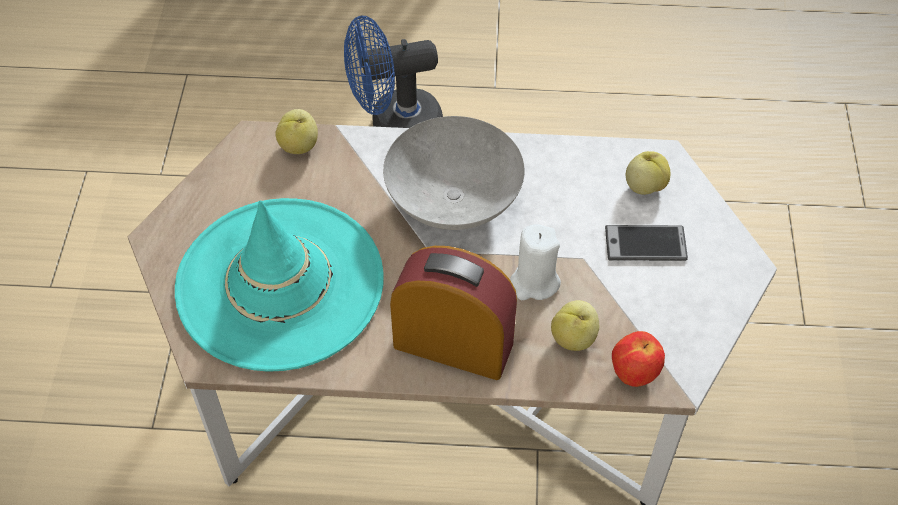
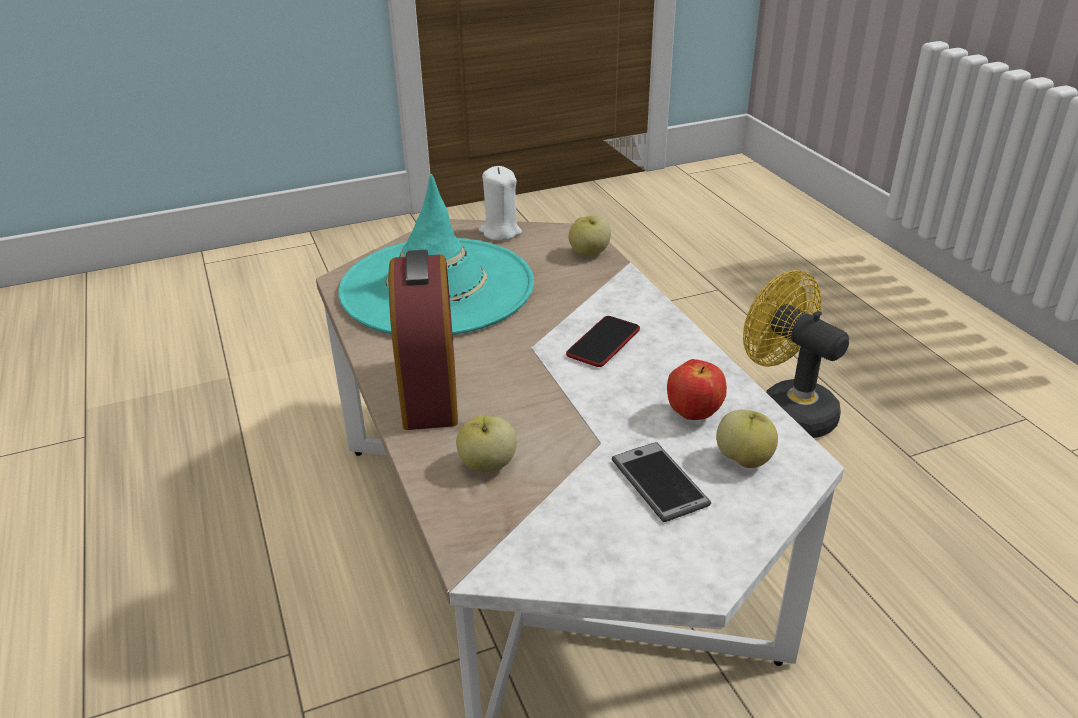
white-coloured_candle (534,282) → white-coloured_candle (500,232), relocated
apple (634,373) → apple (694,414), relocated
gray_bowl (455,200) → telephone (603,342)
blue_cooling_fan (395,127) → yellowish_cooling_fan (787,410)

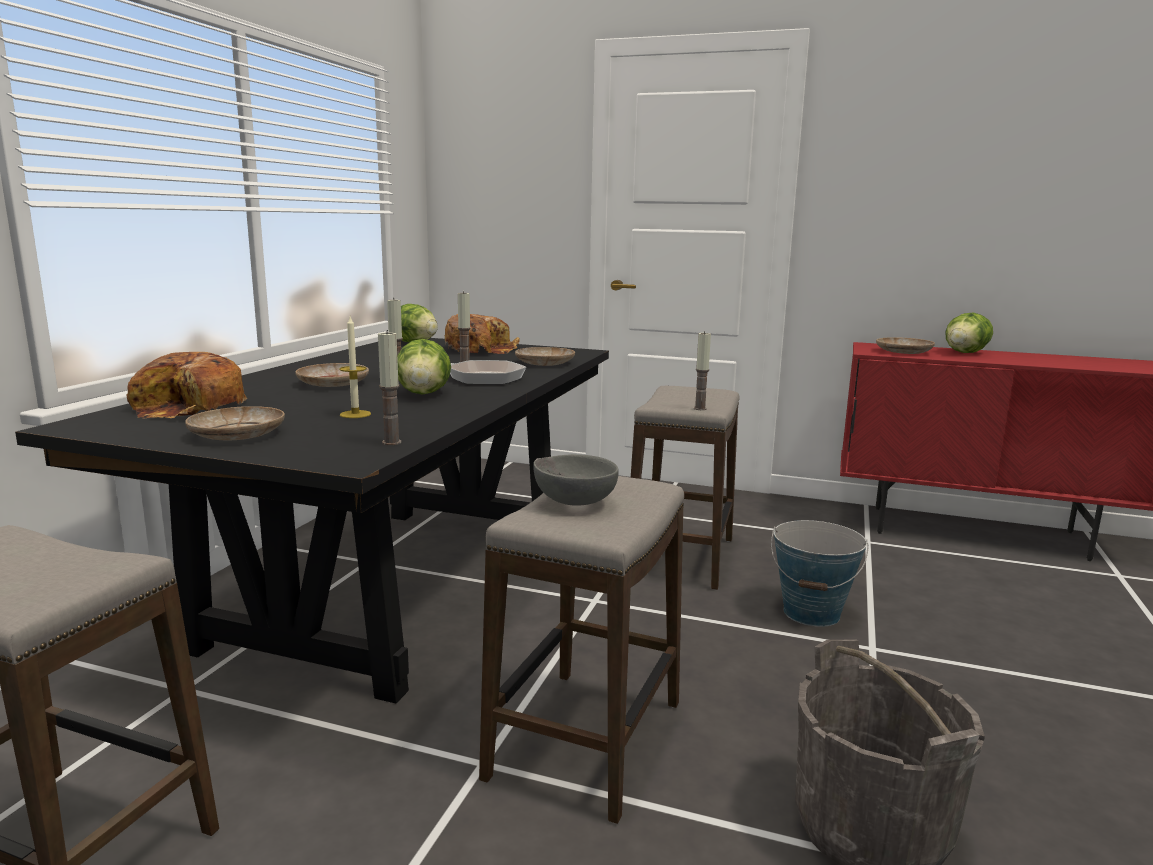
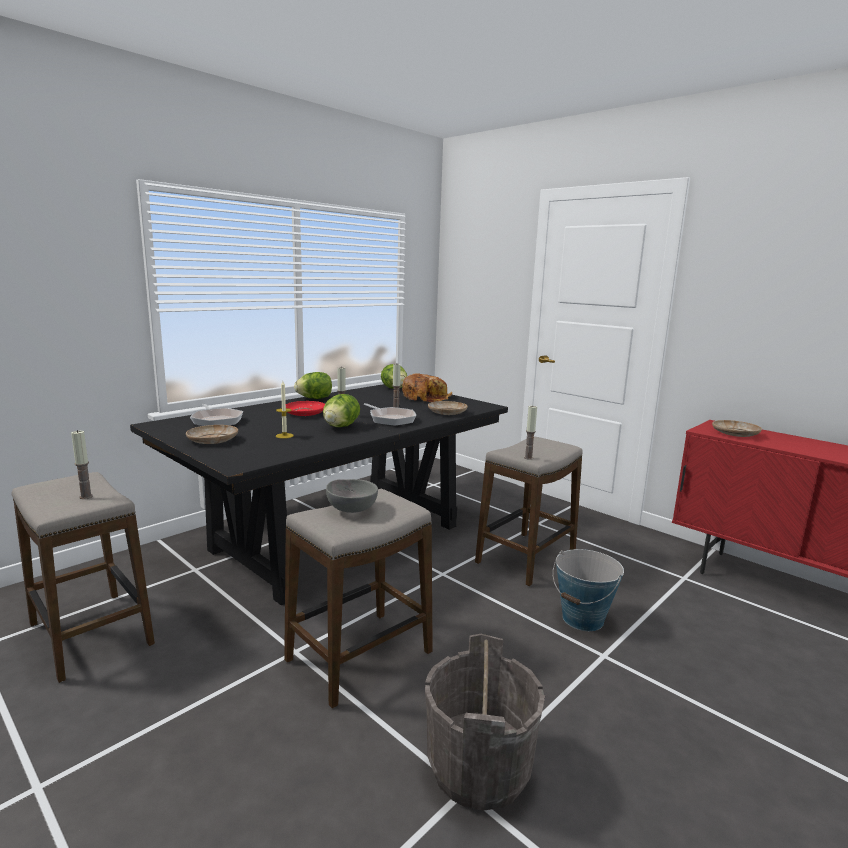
candle (391,442) → candle (86,496), relocated
lettuce_head (965,353) → lettuce_head (314,398), relocated
bakery_bread (191,408) → pan (216,420)
sand-coloured_dinner_plate (333,383) → reddish_dinner_plate (305,413)

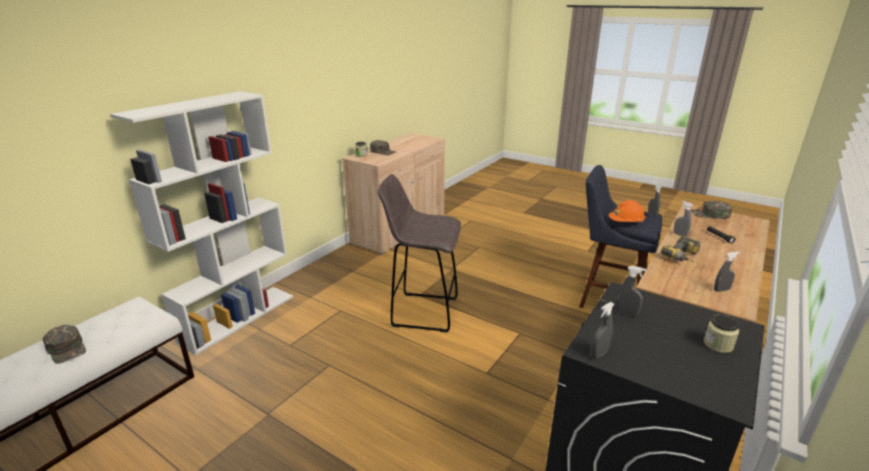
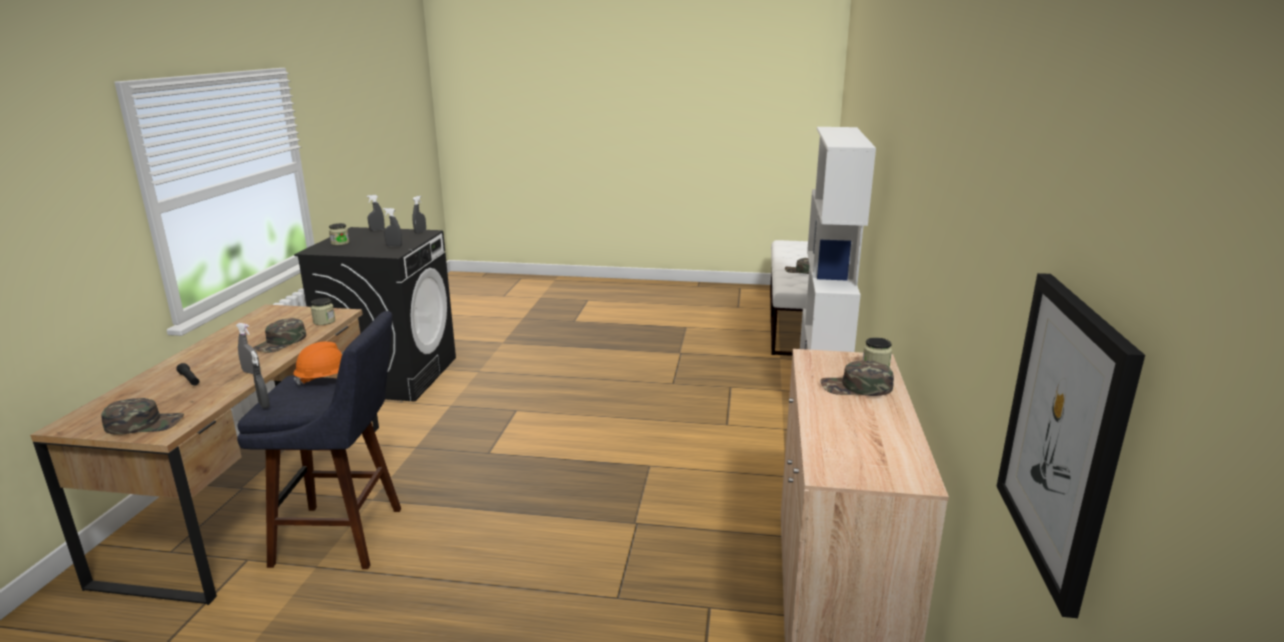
gray_sitting_stool (422,311) → -
- → storage_jar (324,321)
- → wall_picture (1063,434)
gray_spray_bottle (721,290) → gray_spray_bottle (377,230), relocated
electric_drill (683,257) → greenish_baseball_cap (280,343)

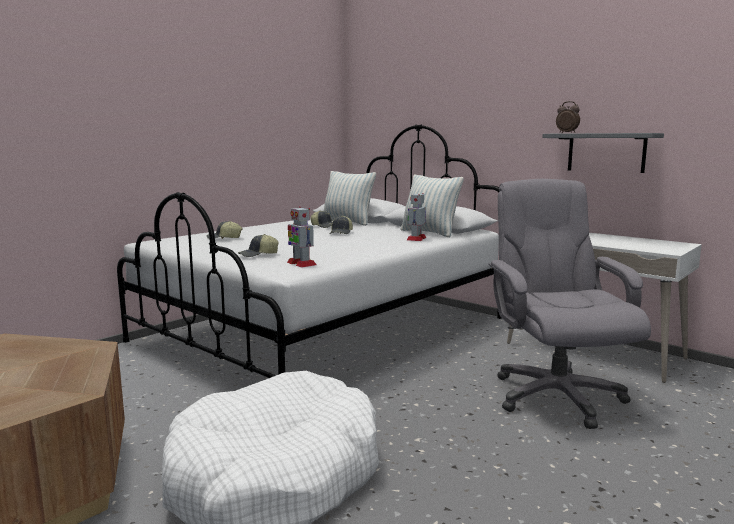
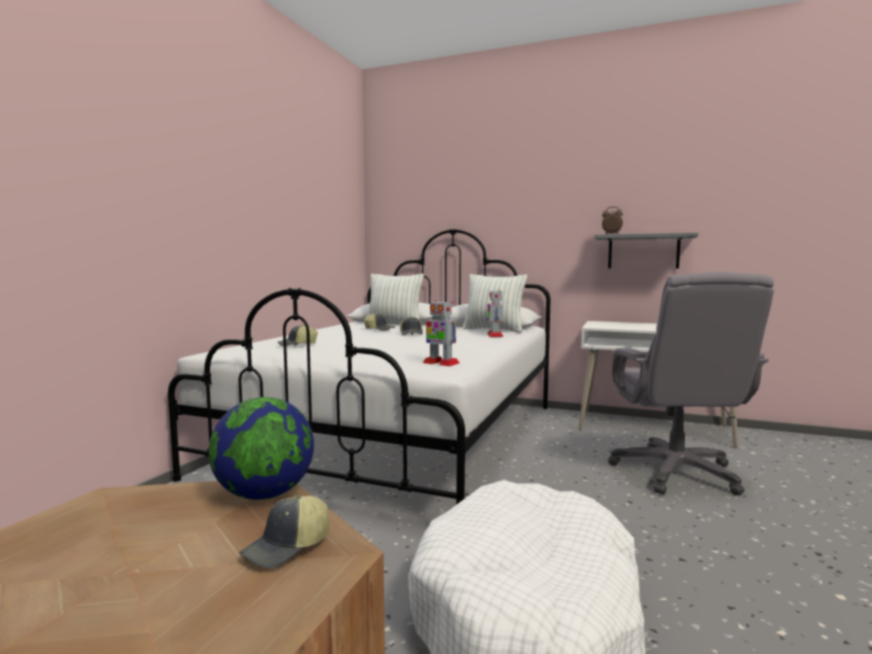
- → desk_globe (264,494)
baseball_cap (258,255) → baseball_cap (287,548), relocated
gray_office_chair (556,396) → gray_office_chair (676,472), 150 degrees counterclockwise

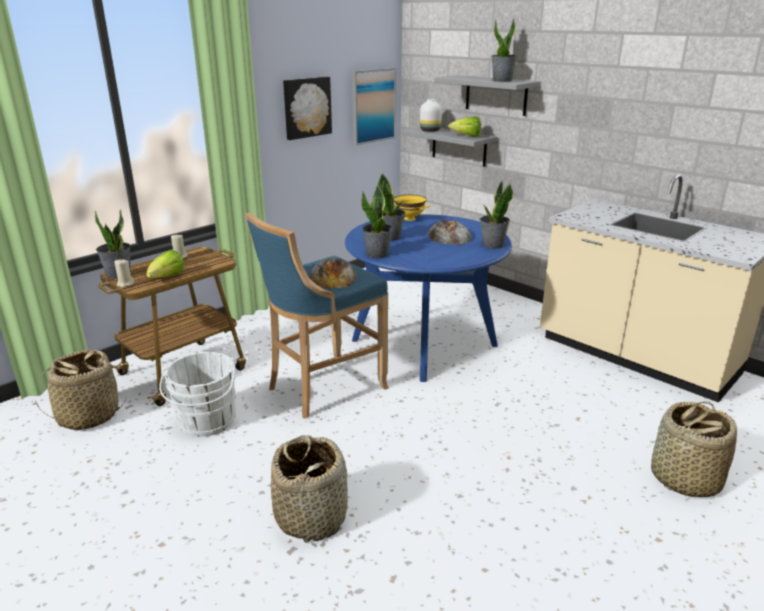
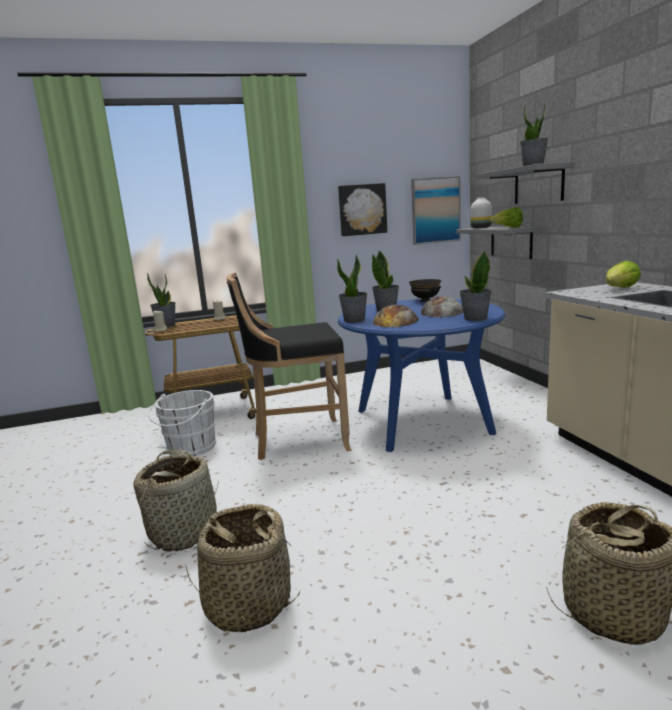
storage_basket (88,416) → storage_basket (248,604), relocated
lettuce_head (167,278) → lettuce_head (620,289), relocated
bakery_bread (333,277) → bakery_bread (395,321), relocated
blue_sitting_stool (322,388) → blackish_sitting_stool (297,441)
yellowish_bowl (409,219) → blackish_bowl (425,301)

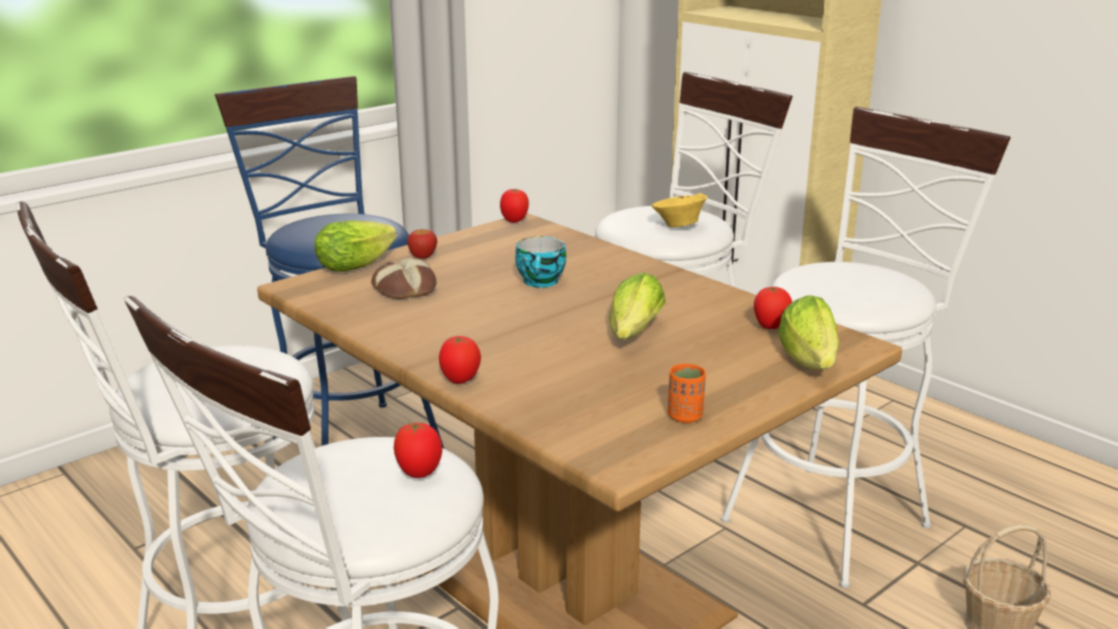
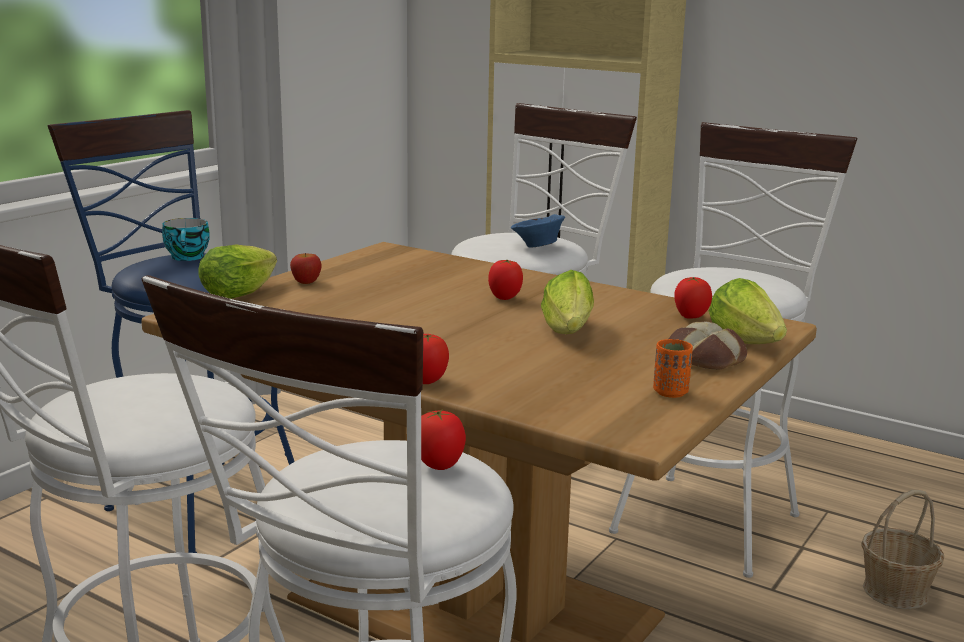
bakery_bread (404,289) → bakery_bread (703,358), relocated
tomato (514,221) → tomato (505,298), relocated
small_cup (542,282) → small_cup (188,257), relocated
yellowish_bowl (678,226) → blue_bowl (537,246)

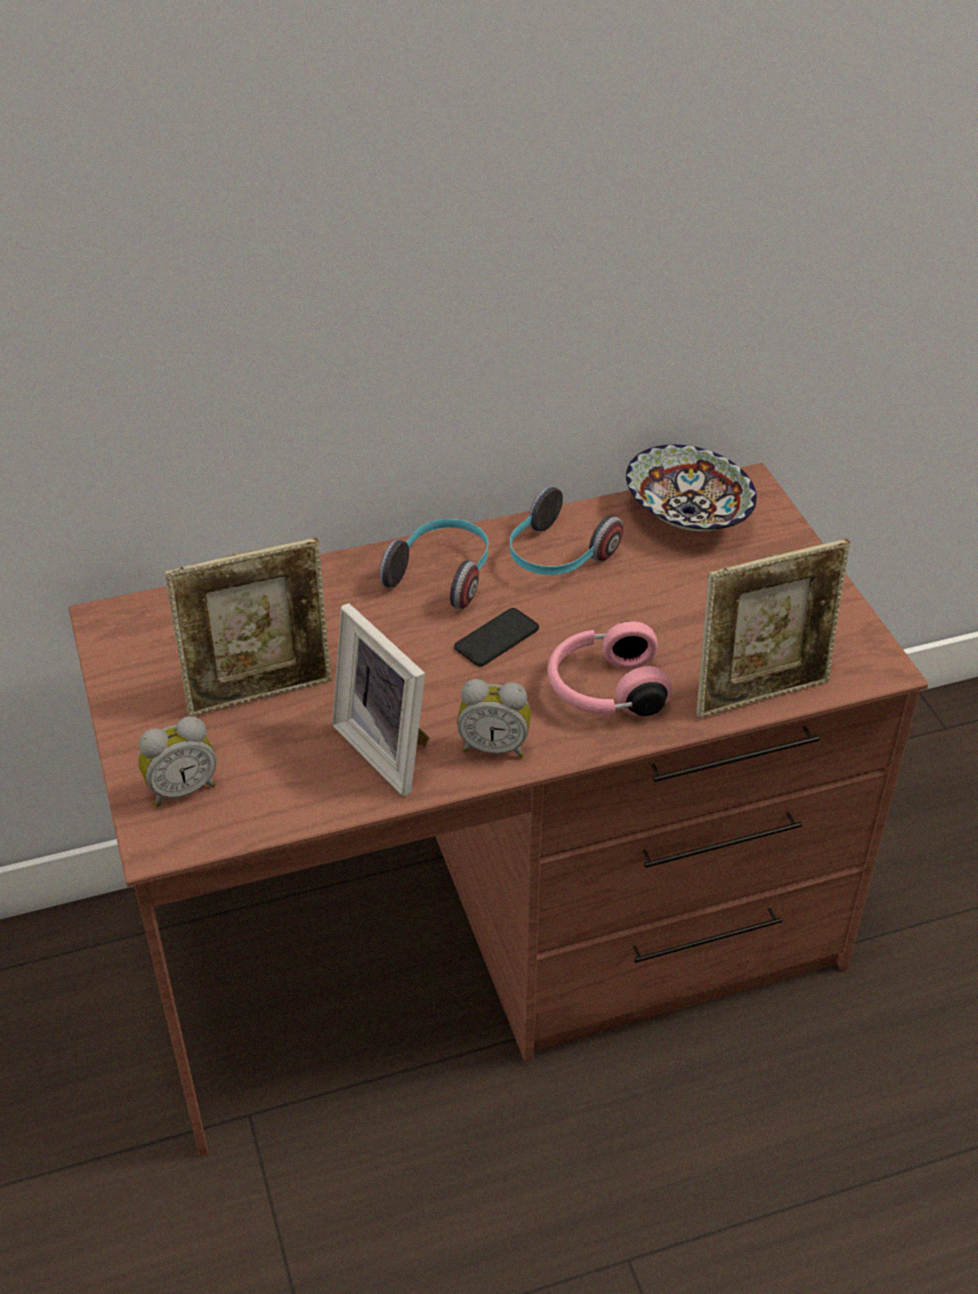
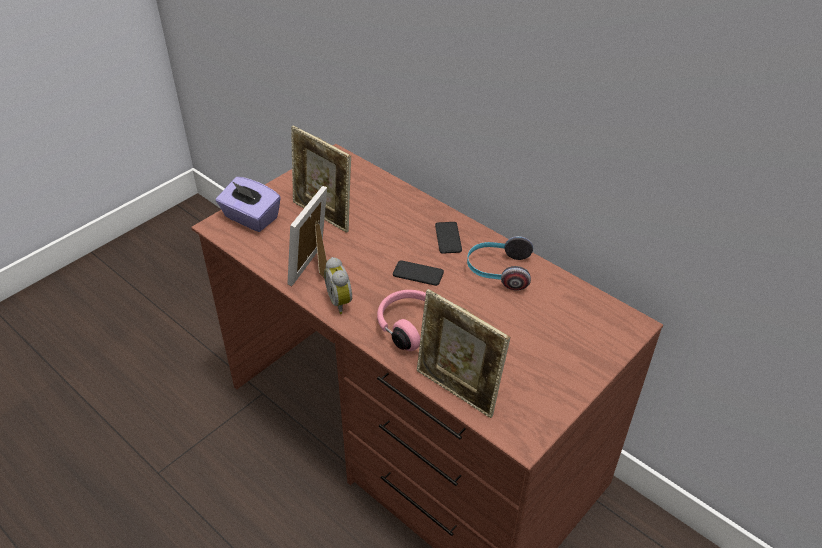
bowl (688,516) → -
table_clock (181,788) → purple-coloured_box_of_tissues (250,218)
headphones (442,575) → telephone (448,238)

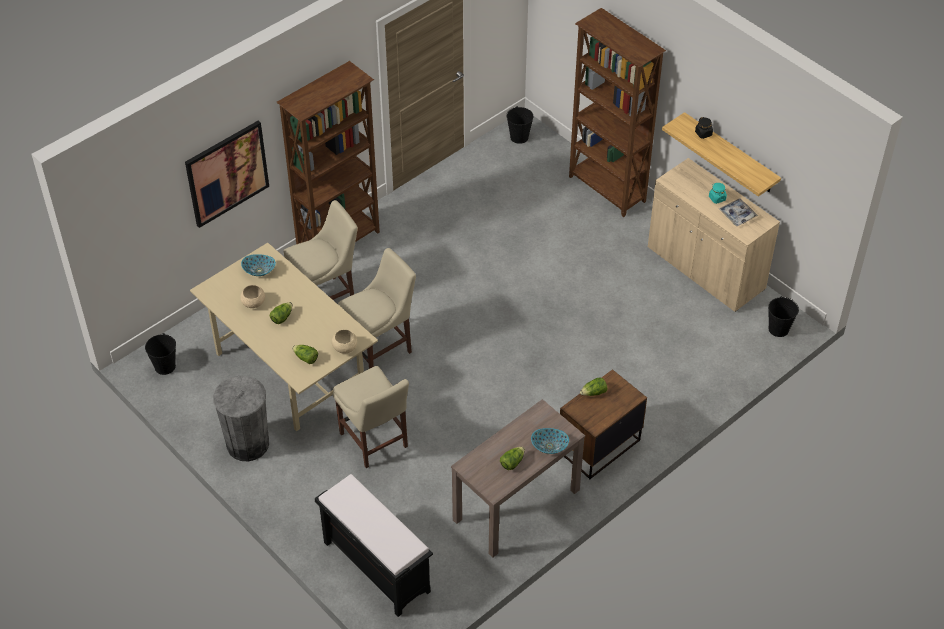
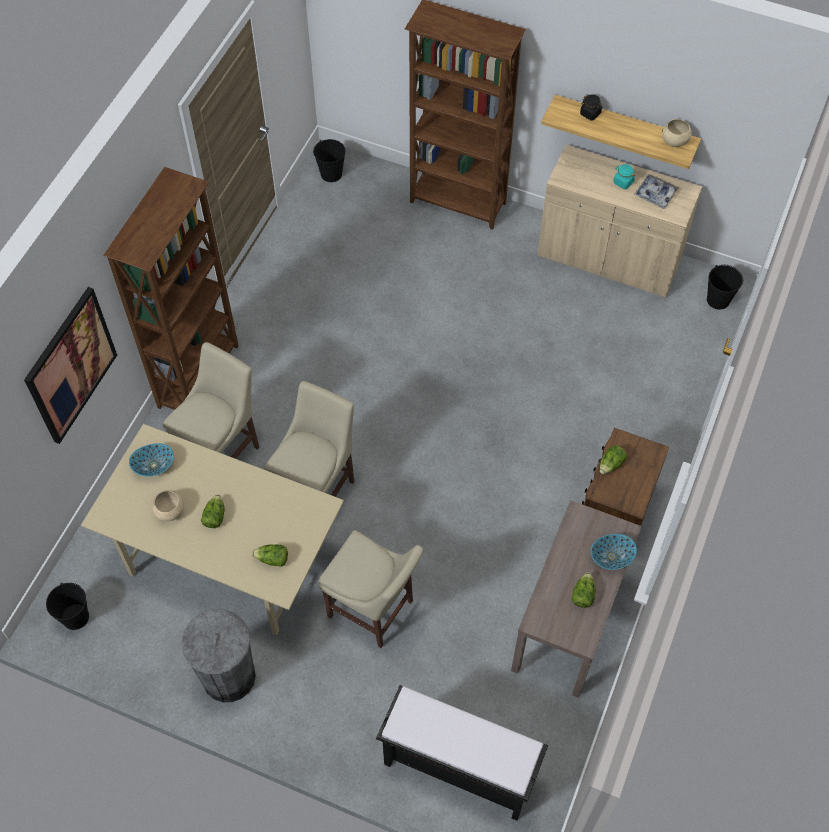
sand-coloured_bowl (345,348) → sand-coloured_bowl (674,141), relocated

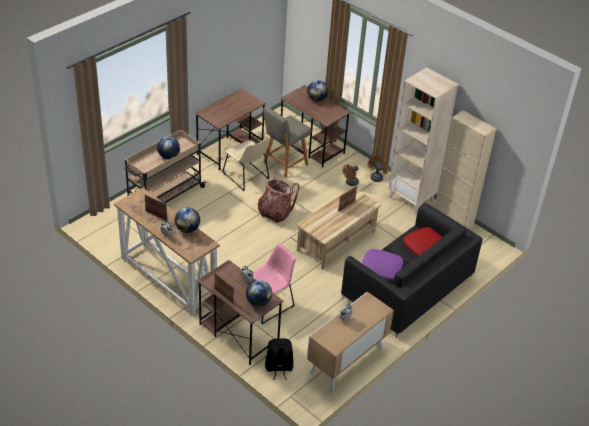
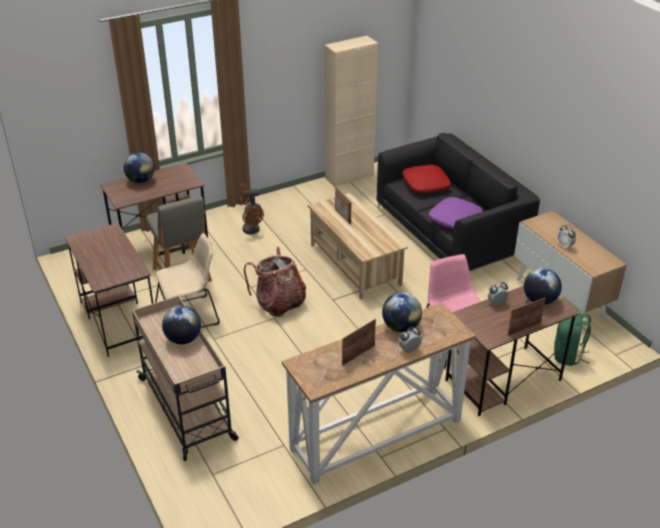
sand-coloured_shelving_unit (411,199) → -
blackish_backpack (278,368) → greenish_backpack (568,355)

